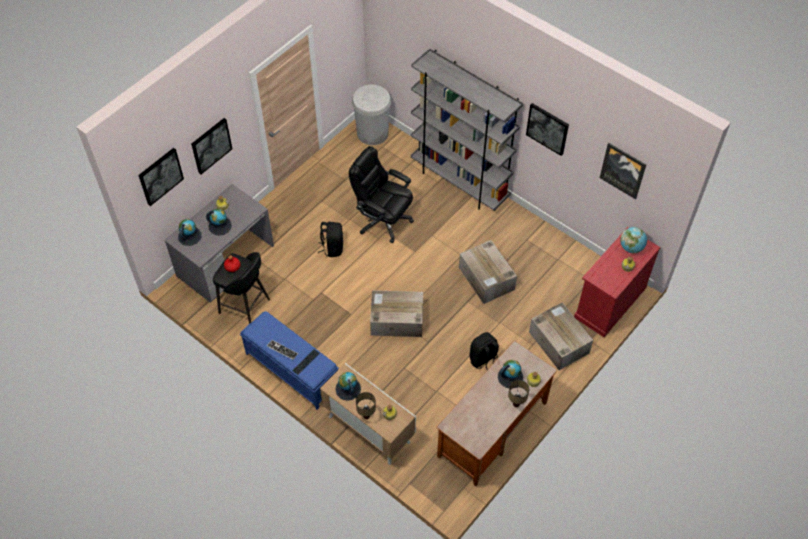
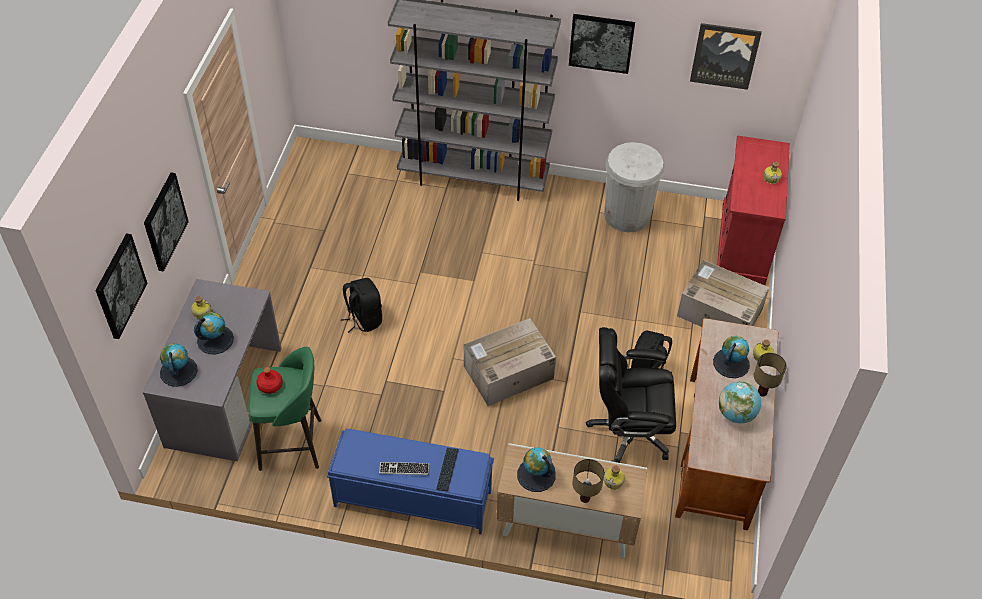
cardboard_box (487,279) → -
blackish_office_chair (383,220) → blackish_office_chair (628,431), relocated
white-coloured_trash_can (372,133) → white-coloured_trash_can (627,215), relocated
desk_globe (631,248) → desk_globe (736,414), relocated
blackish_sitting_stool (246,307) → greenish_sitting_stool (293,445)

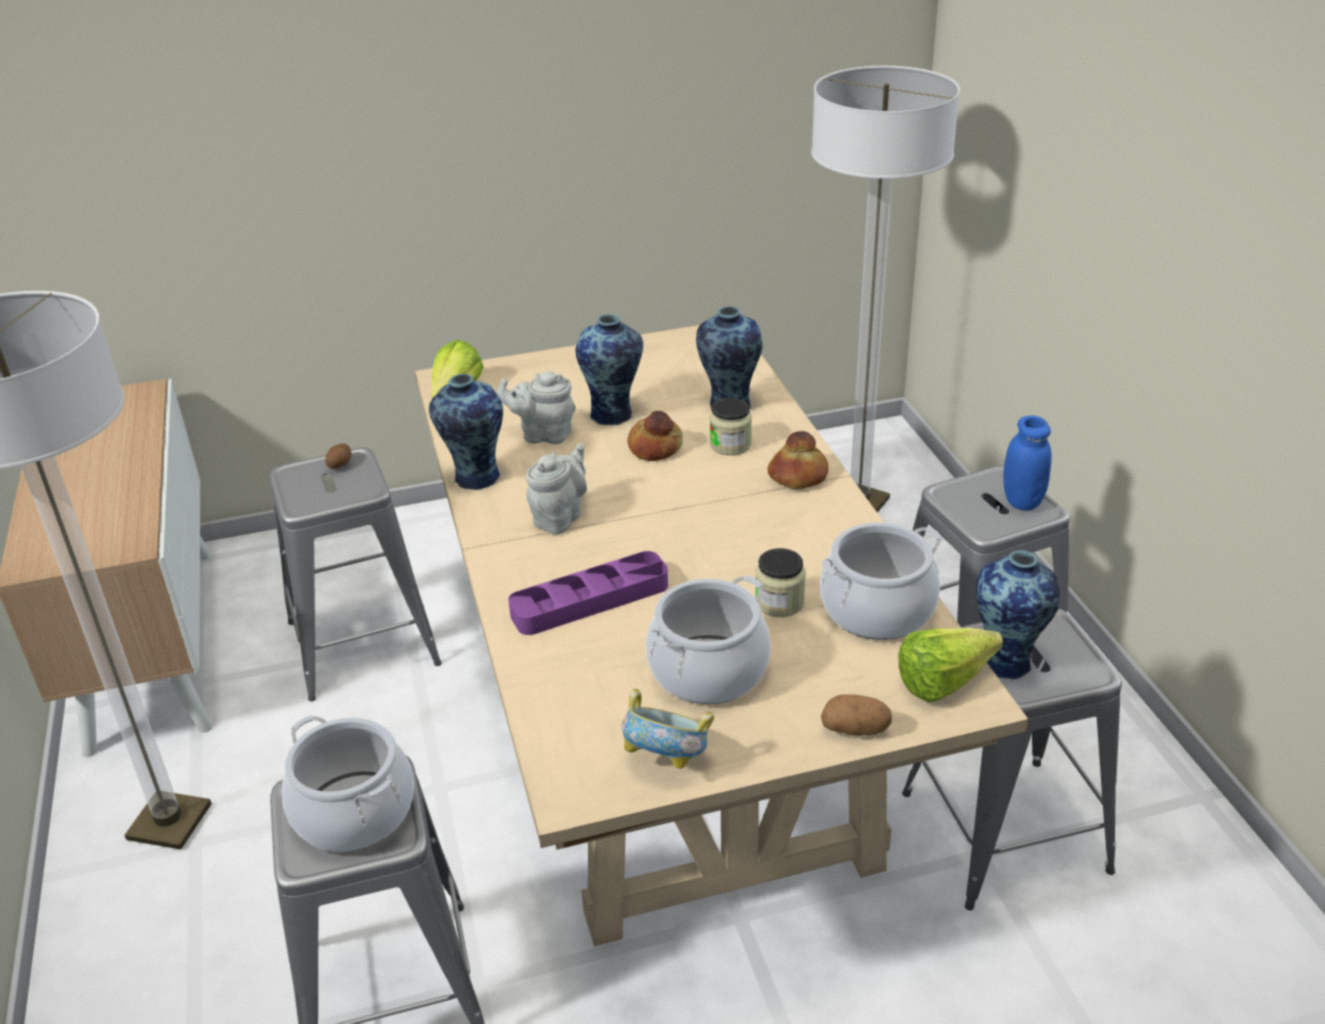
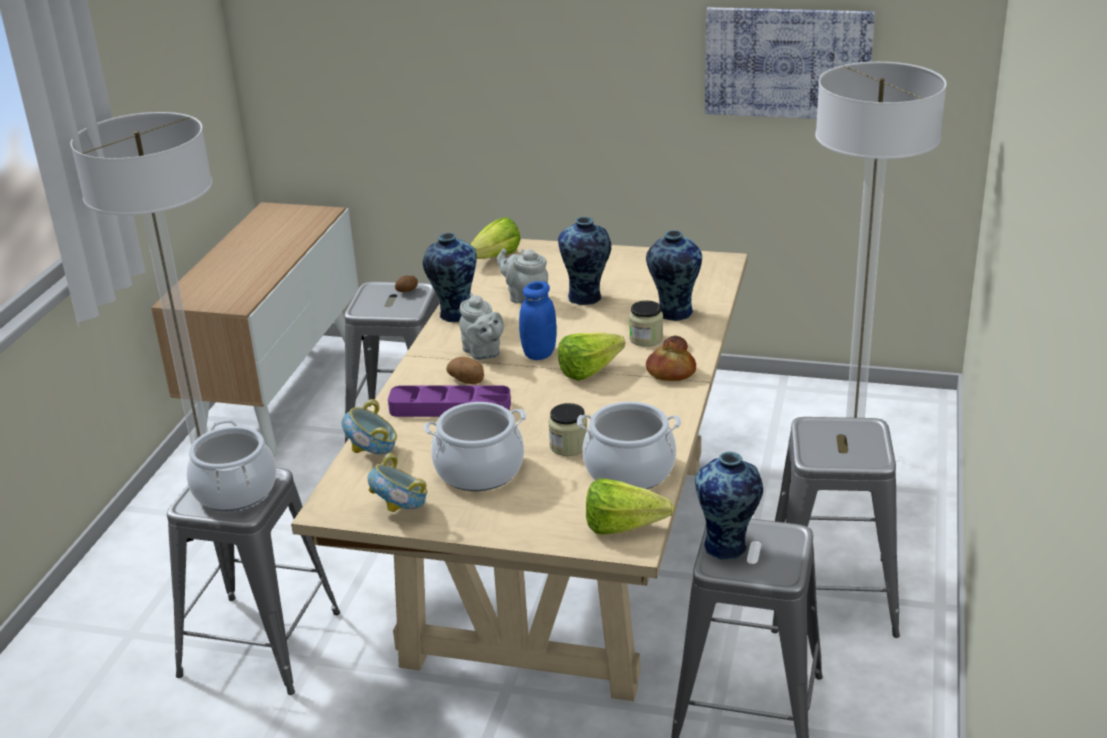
bakery_bread (656,447) → -
- → bowl (373,454)
- → lettuce_head (595,370)
- → wall_picture (787,62)
whole_potato (855,729) → whole_potato (467,381), relocated
blue_storage_jar (1022,501) → blue_storage_jar (539,353), relocated
gray_pot_for_tea (560,517) → gray_pot_for_tea (483,353), 90 degrees clockwise

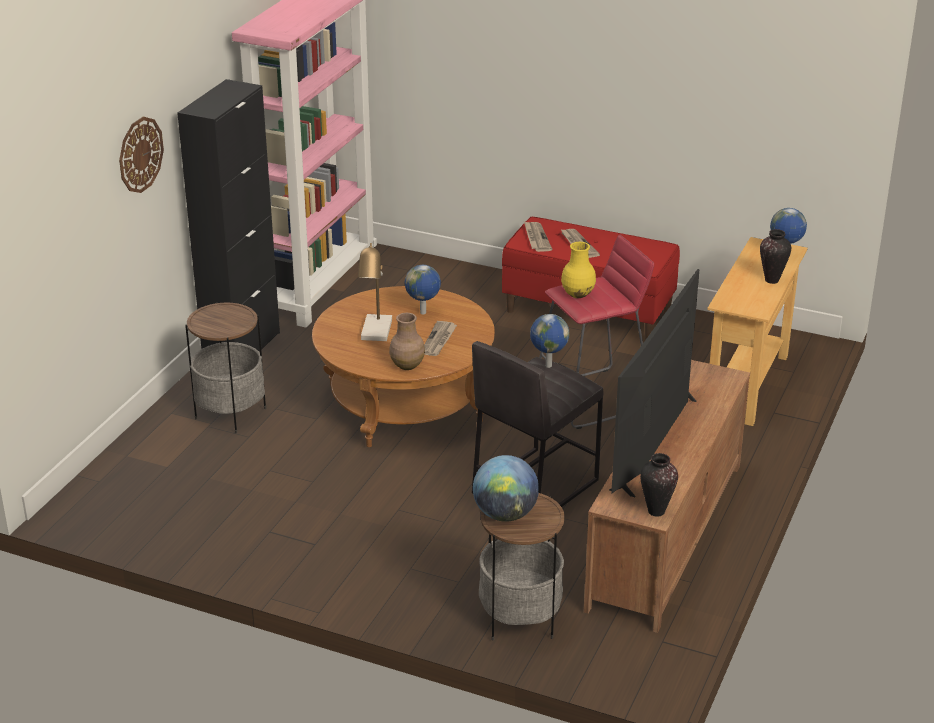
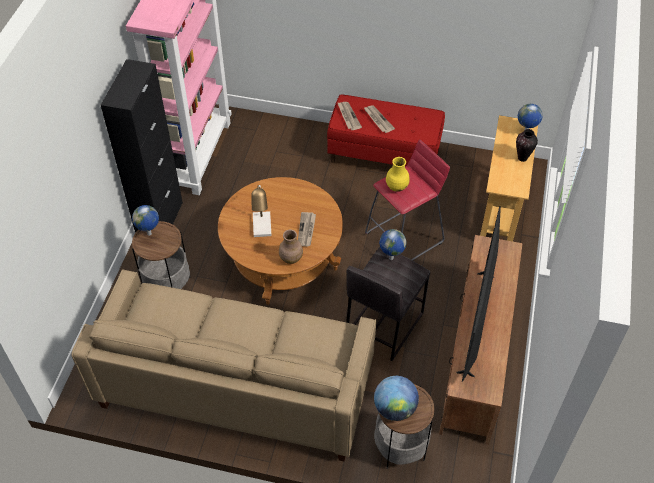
hanging_clock (140,154) → -
flower_vase (656,511) → -
- → sand-coloured_sofa (236,385)
desk_globe (423,313) → desk_globe (150,234), relocated

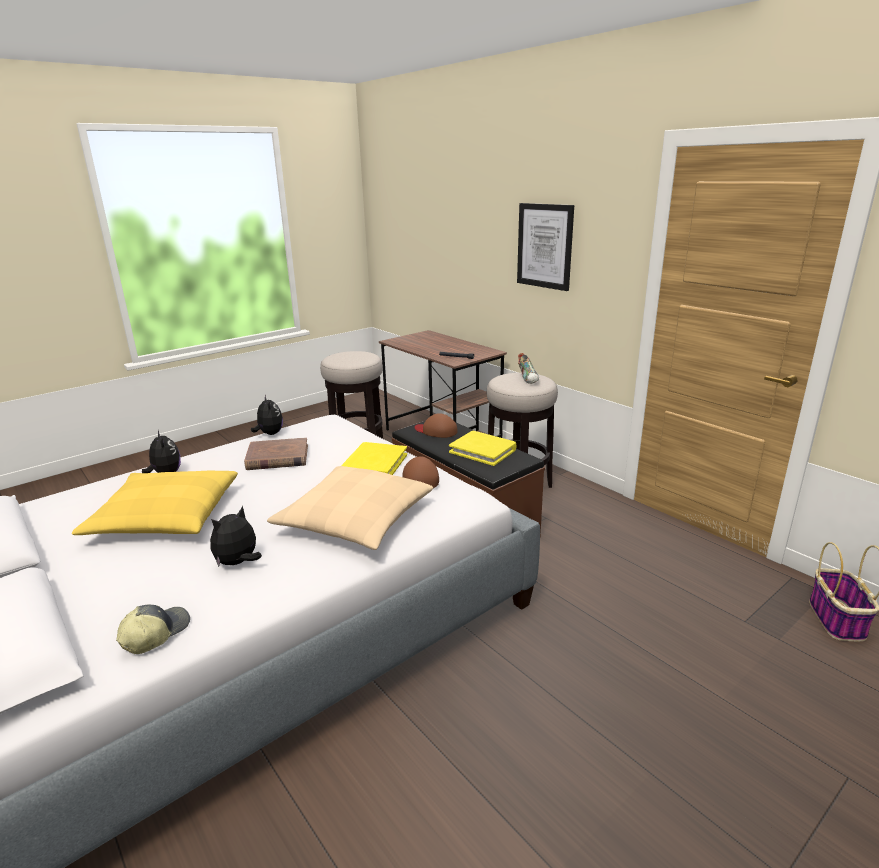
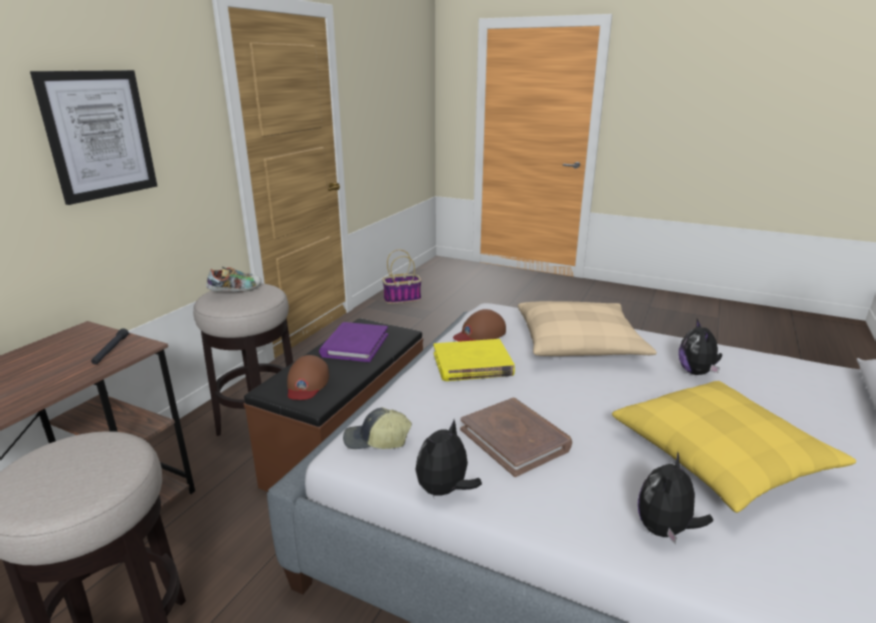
baseball_cap (155,634) → baseball_cap (376,440), relocated
yellowish_bound_book (483,450) → purple-coloured_bound_book (355,345)
plush_toy (238,563) → plush_toy (696,372), 75 degrees clockwise

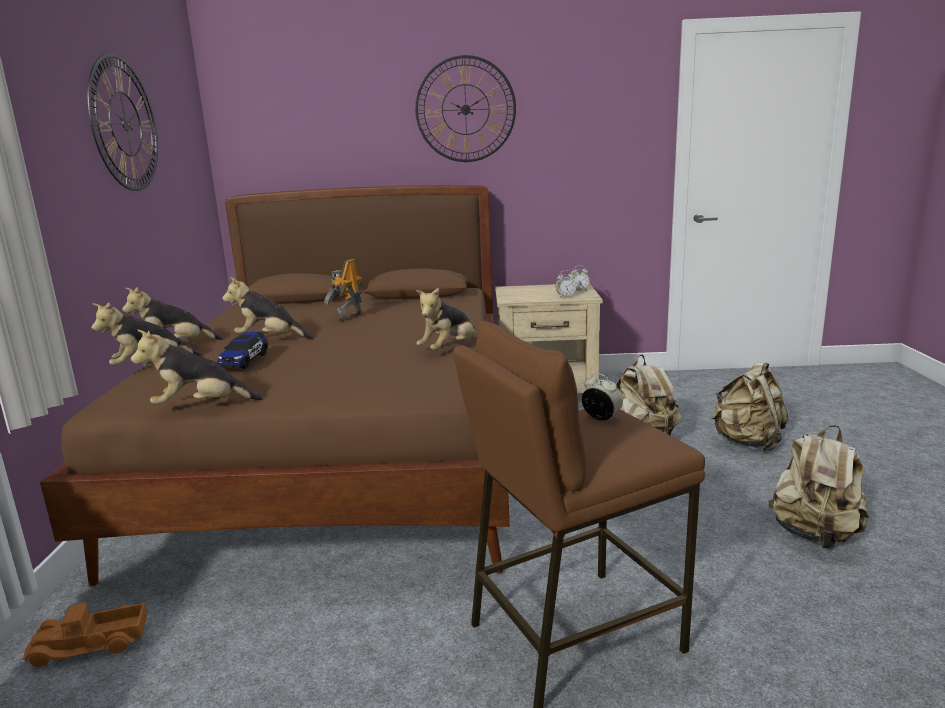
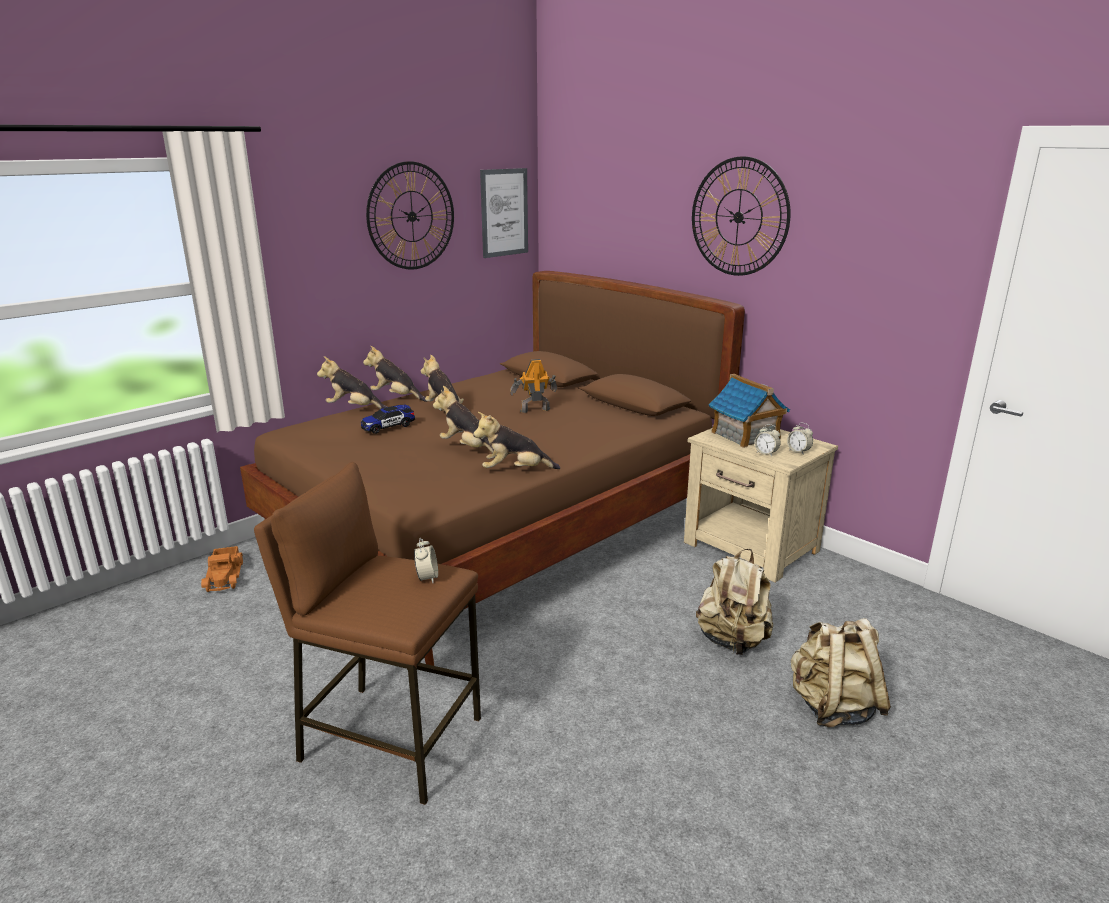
sand-coloured_backpack (815,535) → -
- → wall_picture (504,212)
- → model_house (745,435)
plush_toy (200,406) → plush_toy (468,449), relocated
toy_lorry (90,645) → toy_lorry (225,576), 135 degrees counterclockwise

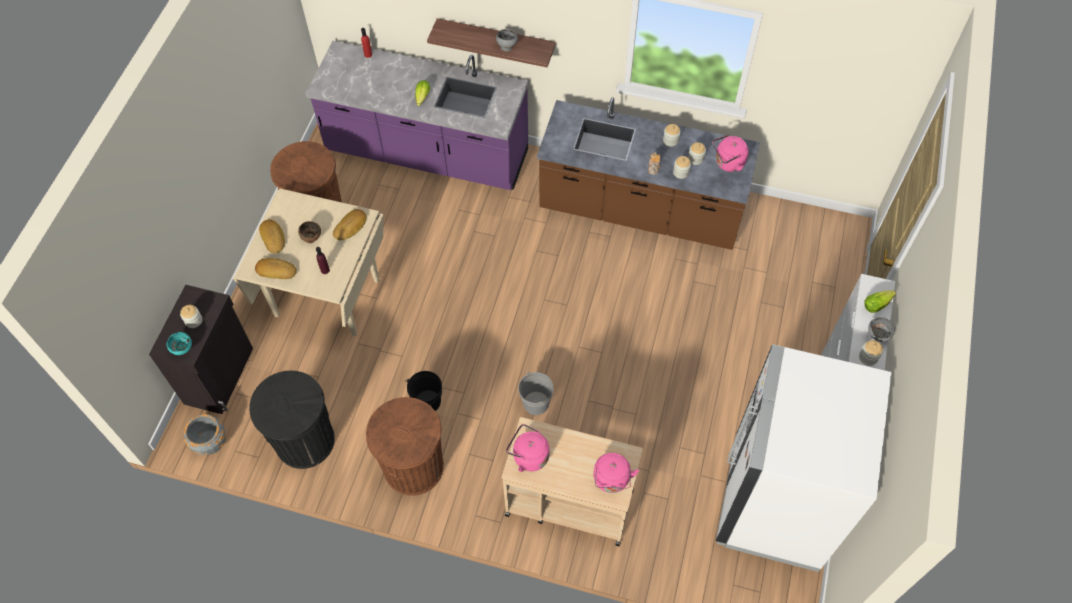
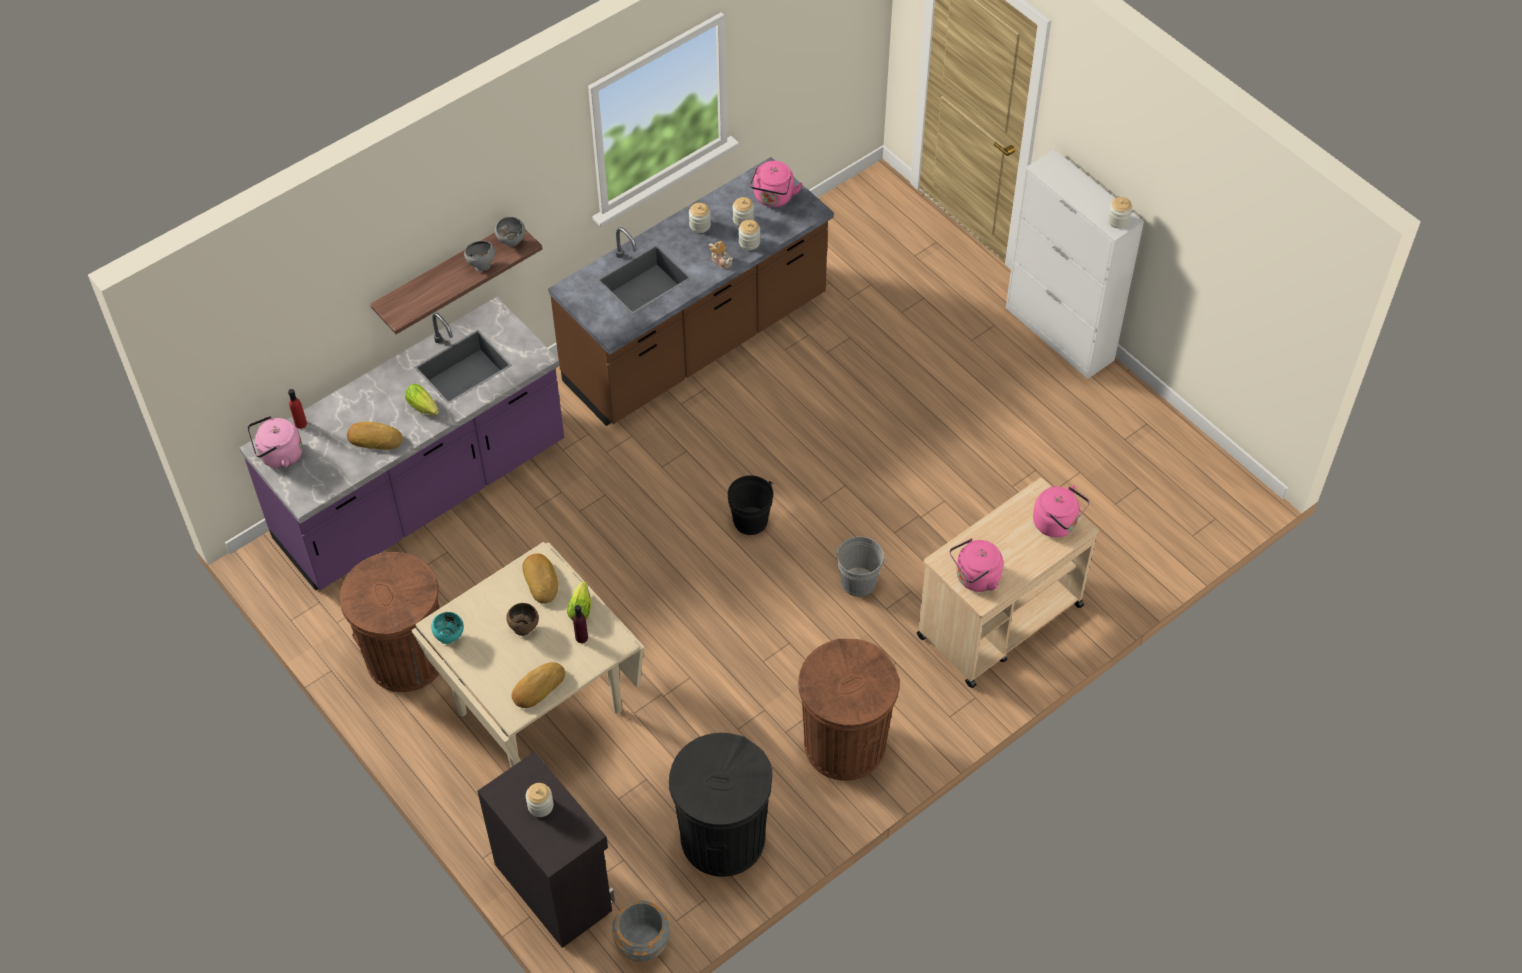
white-coloured_kitchen_fridge (774,502) → -
- → pinkish_tea_kettle (279,456)
turquoise_bowl (183,350) → turquoise_bowl (449,637), relocated
bakery_bread (273,237) → bakery_bread (375,438), relocated
blackish_bucket (427,401) → blackish_bucket (750,521), relocated
lettuce_head (878,304) → lettuce_head (581,607), relocated
gray_bowl (877,337) → gray_bowl (512,243), relocated

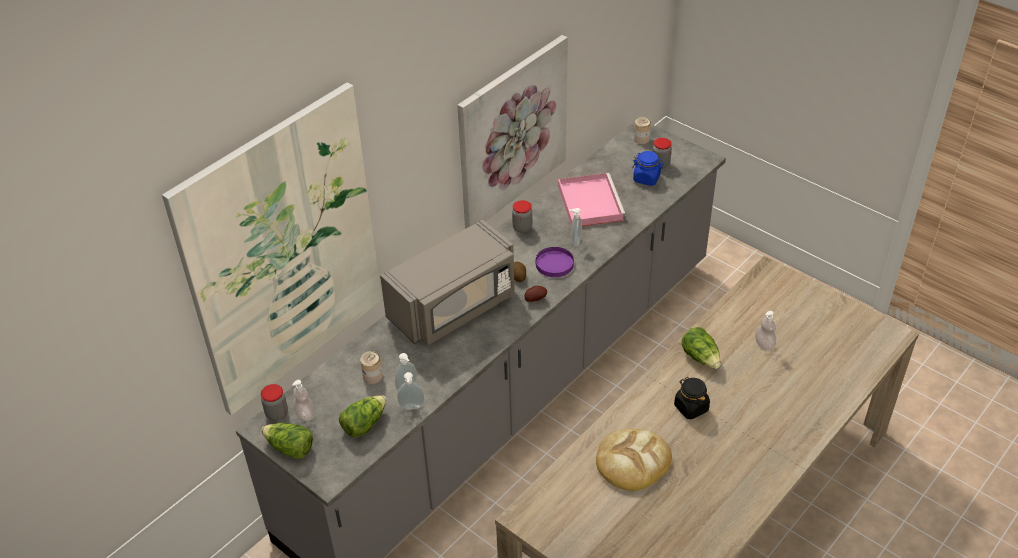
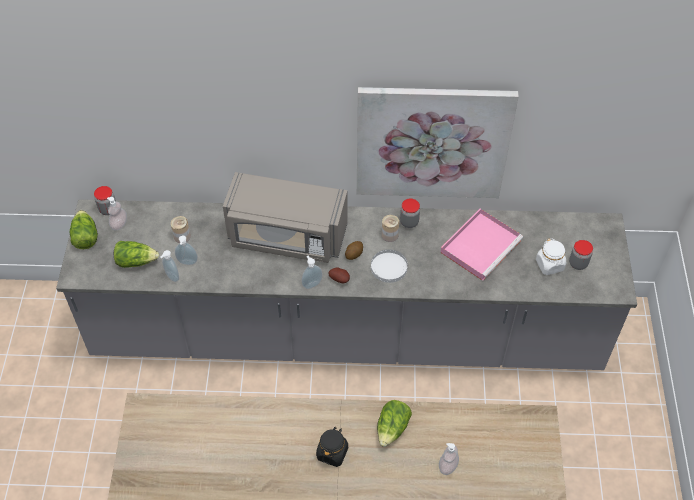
wall_picture (284,252) → -
bakery_bread (632,461) → -
soap_dispenser (575,241) → soap_dispenser (311,284), relocated
can (641,139) → can (390,235), relocated
purple-coloured_dinner_plate (554,264) → white-coloured_dinner_plate (389,267)
blue_storage_jar (646,178) → white-coloured_storage_jar (550,265)

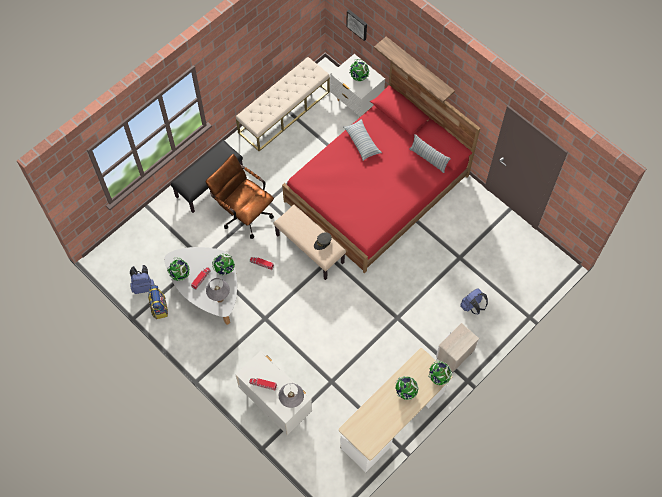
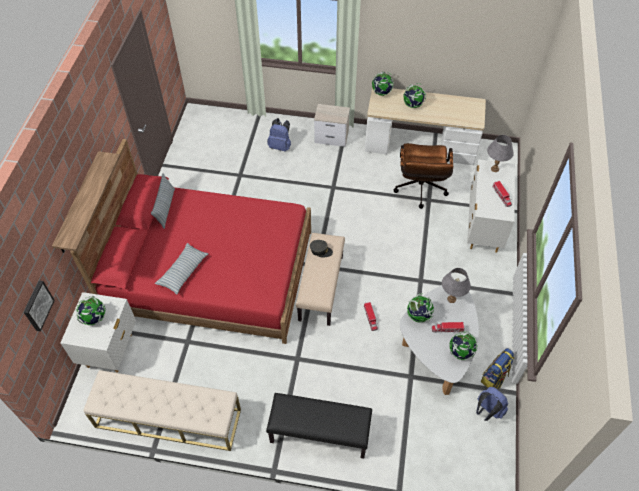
brown_office_chair (243,213) → brown_office_chair (420,191), relocated

